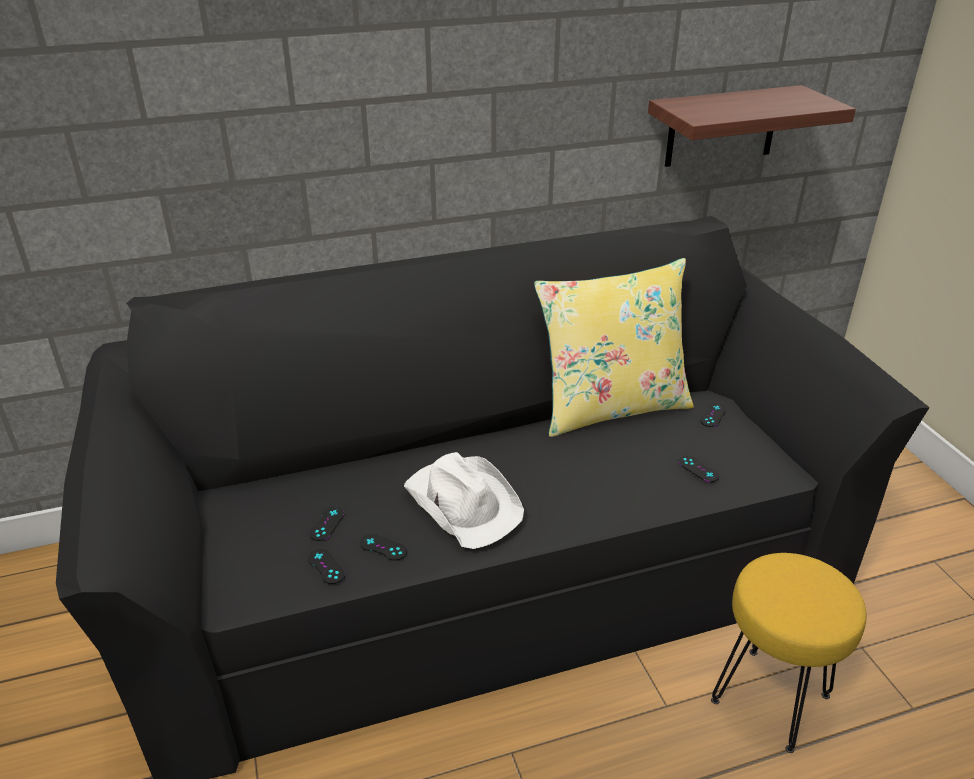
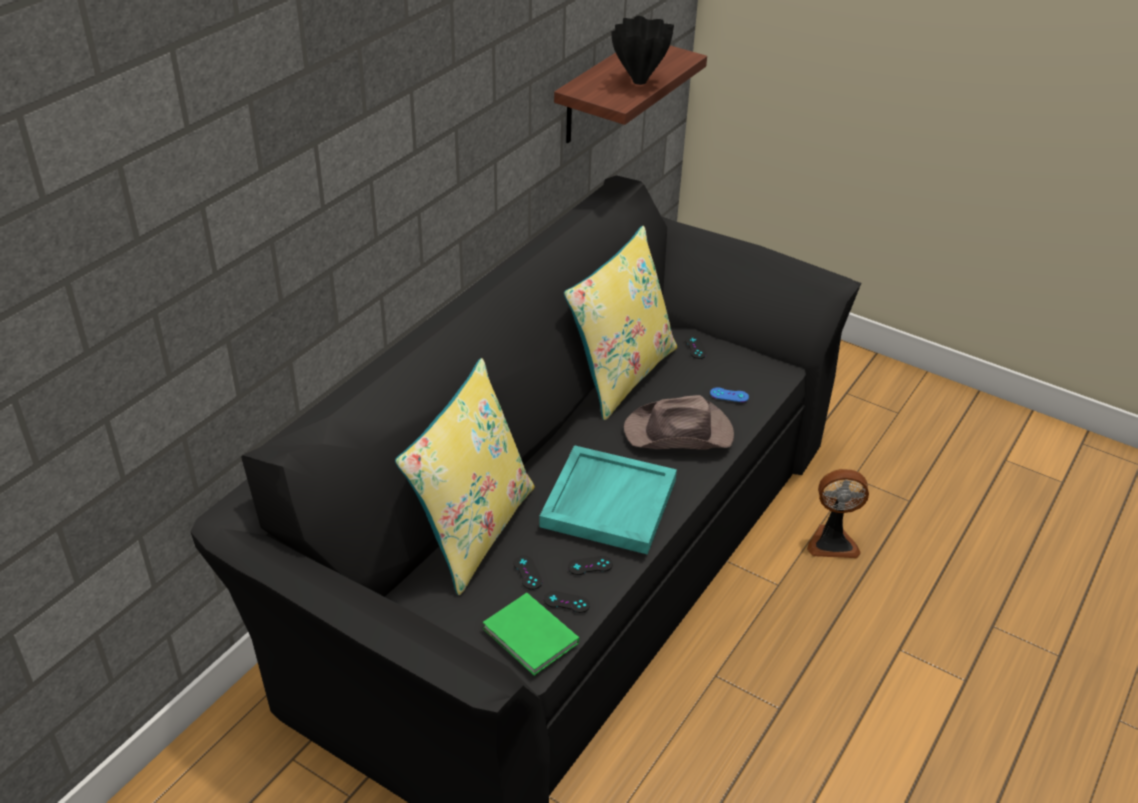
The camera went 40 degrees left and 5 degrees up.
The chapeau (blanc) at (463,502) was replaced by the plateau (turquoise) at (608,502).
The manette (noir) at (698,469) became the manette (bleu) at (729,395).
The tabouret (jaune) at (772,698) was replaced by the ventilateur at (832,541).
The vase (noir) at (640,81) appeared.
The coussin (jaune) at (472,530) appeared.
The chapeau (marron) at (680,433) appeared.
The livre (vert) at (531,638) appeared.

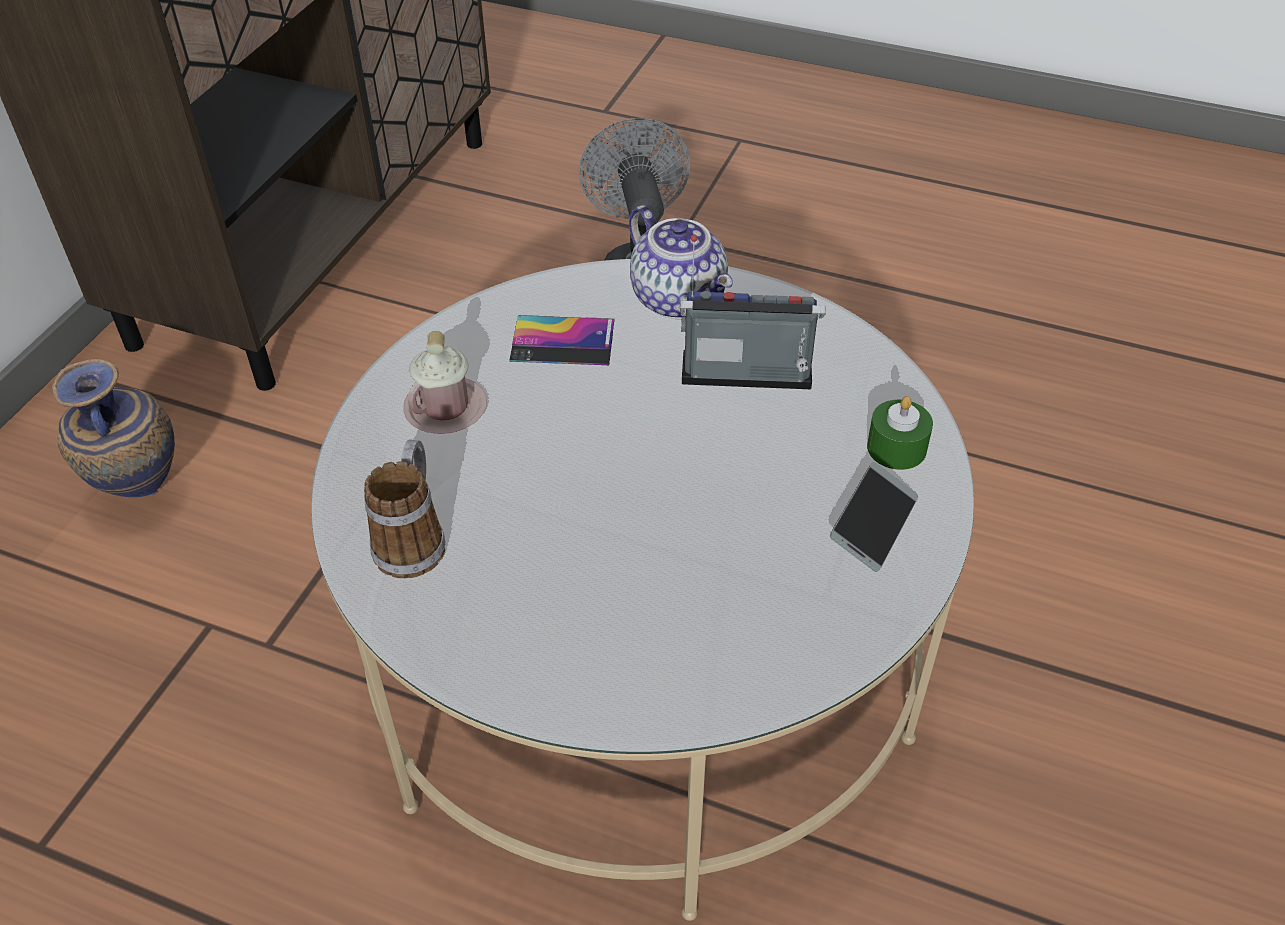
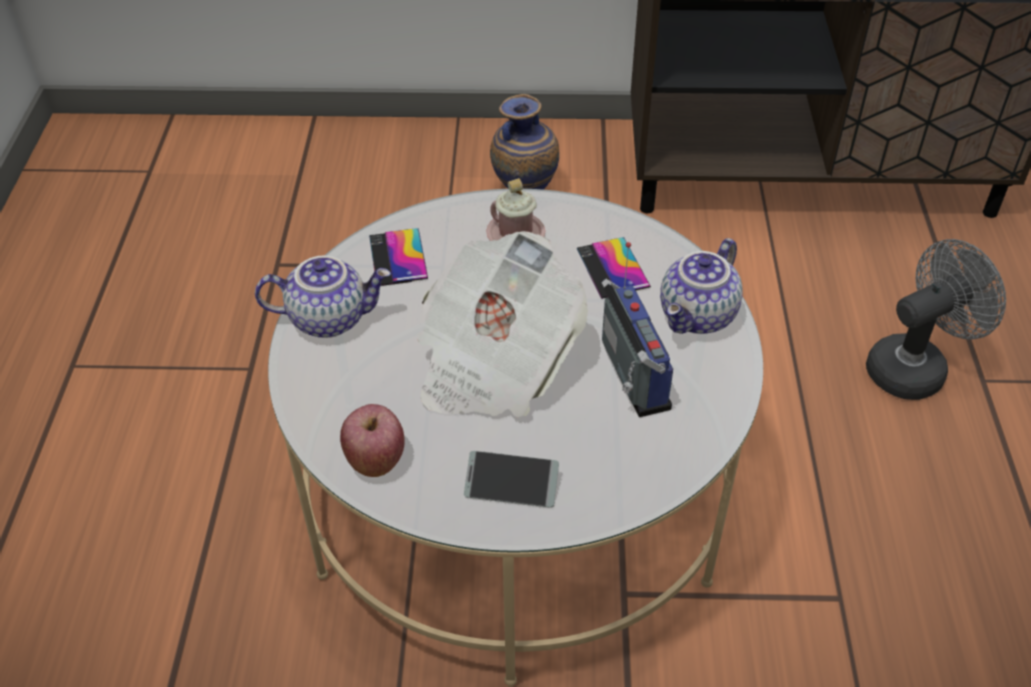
The camera went 70 degrees right and 0 degrees up.
The bougie (vert) at (896,448) disappeared.
The mug at (414,539) was replaced by the téléphone at (398,257).
The journal at (494,361) appeared.
The théière at (329,318) appeared.
The pomme at (375,459) appeared.

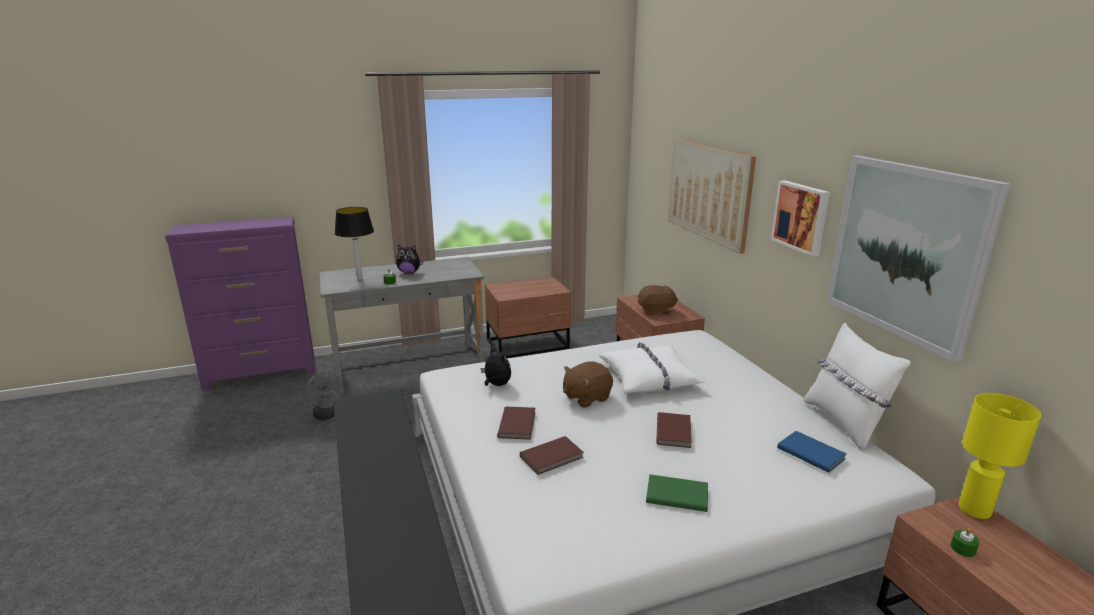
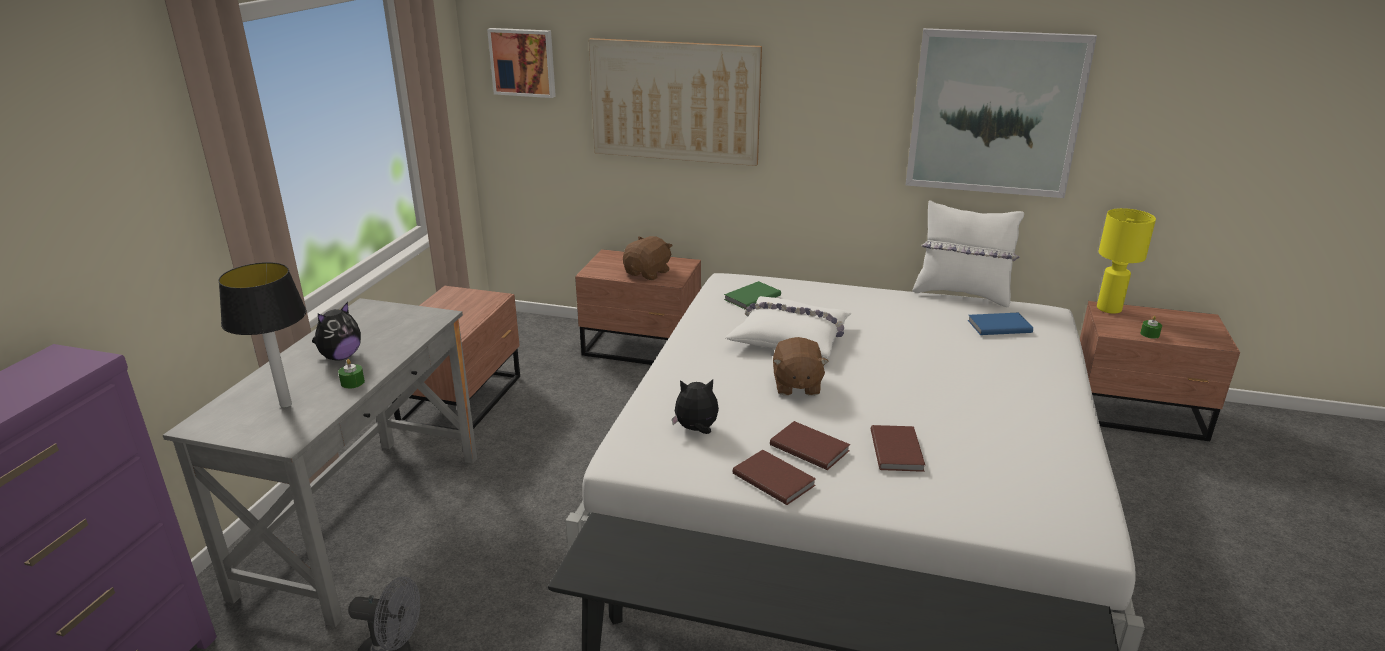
The camera went 55 degrees left and 5 degrees up.
The tableau moved from (801,217) to (523,62).
The livre (marron) moved from (674,431) to (774,478).
The livre (vert) moved from (676,494) to (751,297).

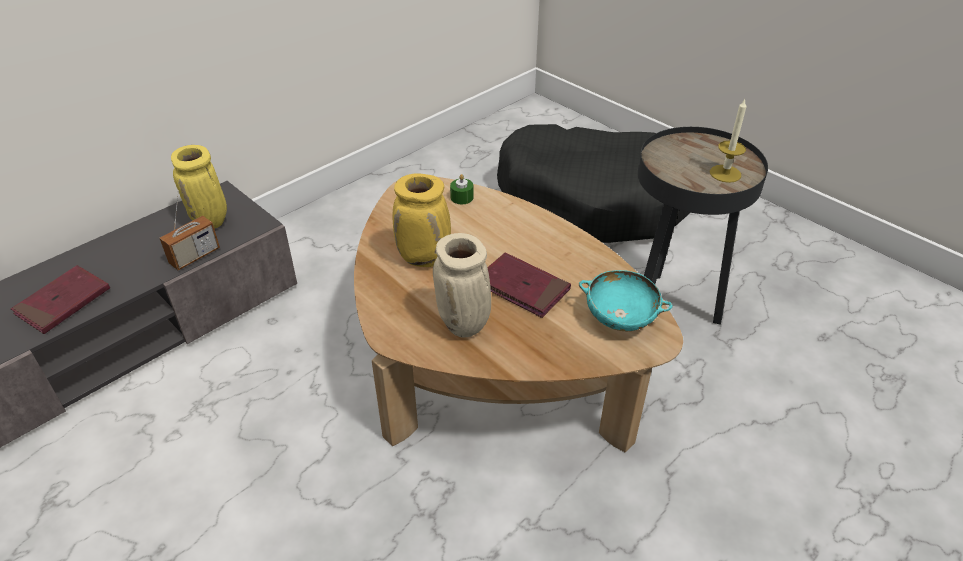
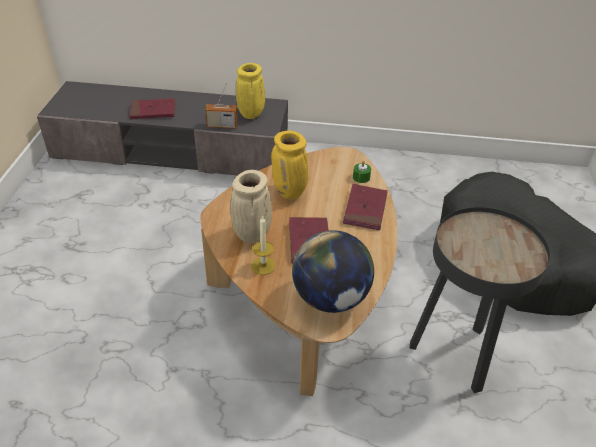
The camera went 50 degrees right and 0 degrees up.
The bougie moved from (725,173) to (263,265).
The bol (turquoise) at (620,317) was replaced by the globe at (330,298).
The livre (rouge) at (365,209) appeared.

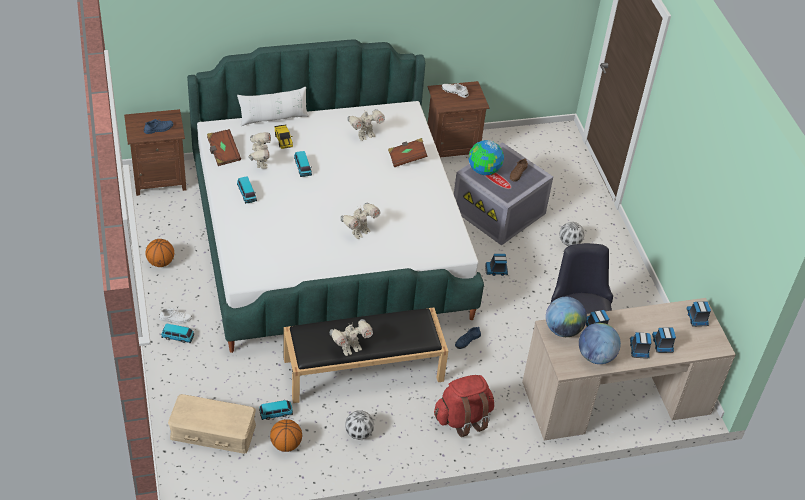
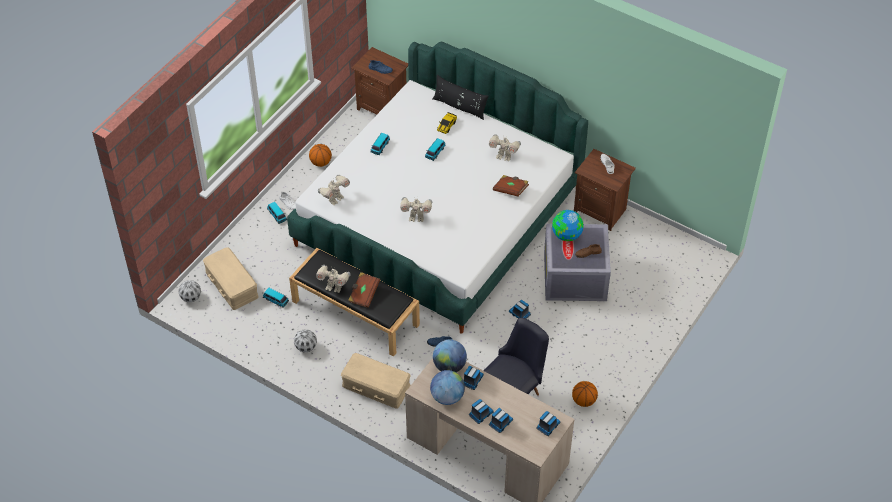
The camera went 50 degrees right and 5 degrees up.
The coussin (blanc) at (273,118) became the coussin (noir) at (459,107).
The livre (marron) moved from (223,153) to (364,294).
The robot jouet moved from (260,163) to (335,199).
The ballon de foot moved from (569,243) to (190,298).
The sac à dos (rouge) at (463,418) was replaced by the boîte de rangement (beige) at (375,386).
The ballon de basket moved from (286,445) to (584,401).

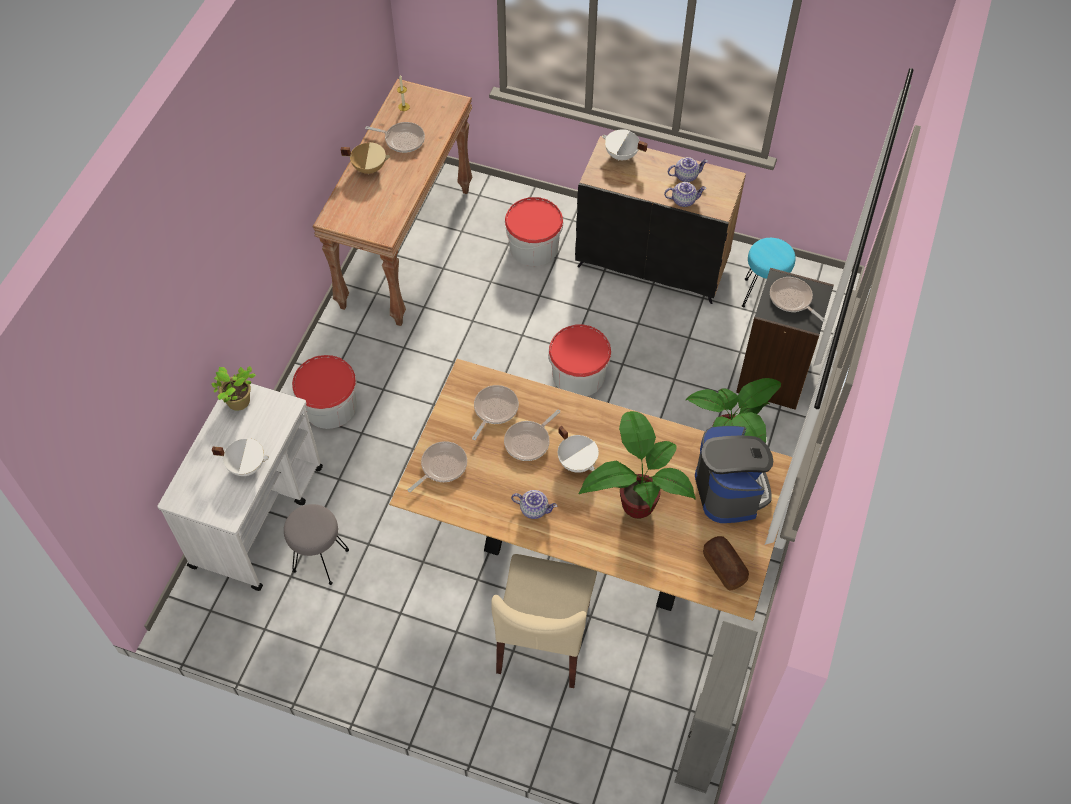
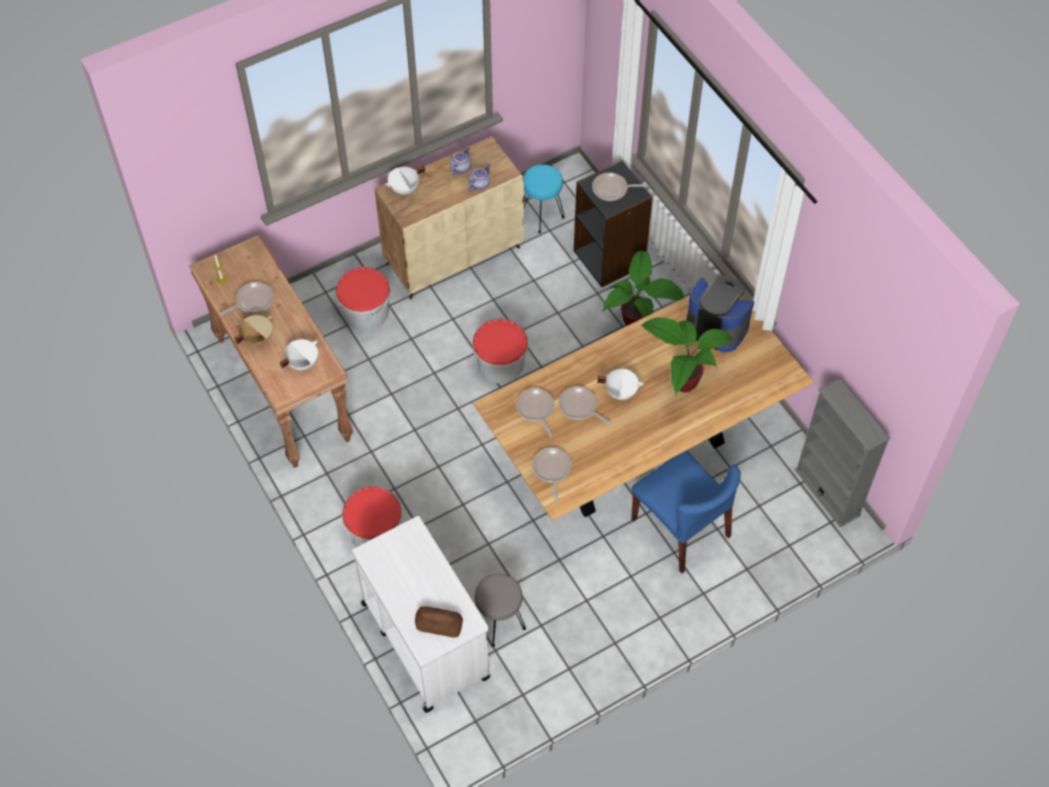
The camera went 50 degrees left and 0 degrees up.
The meuble de rangement (noir) at (653,264) became the meuble de rangement (beige) at (454,255).
The plante en pot at (239,403) disappeared.
The poêle at (529,441) turned 135 degrees clockwise.
The marmite (blanc) moved from (247,465) to (302,362).
The théière at (534,509) disappeared.
The pain moved from (724,567) to (439,626).
The chaise (beige) at (544,639) became the chaise (bleu) at (681,528).

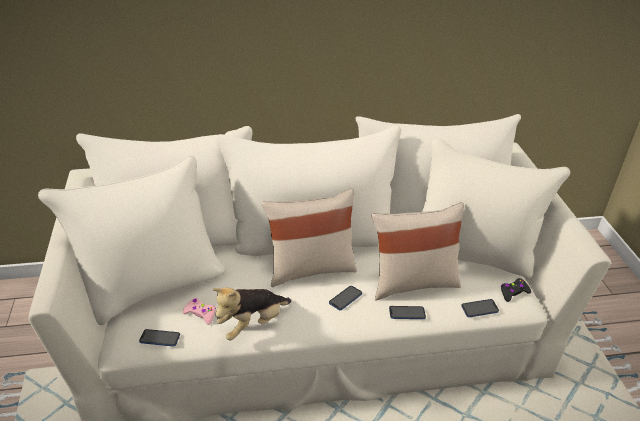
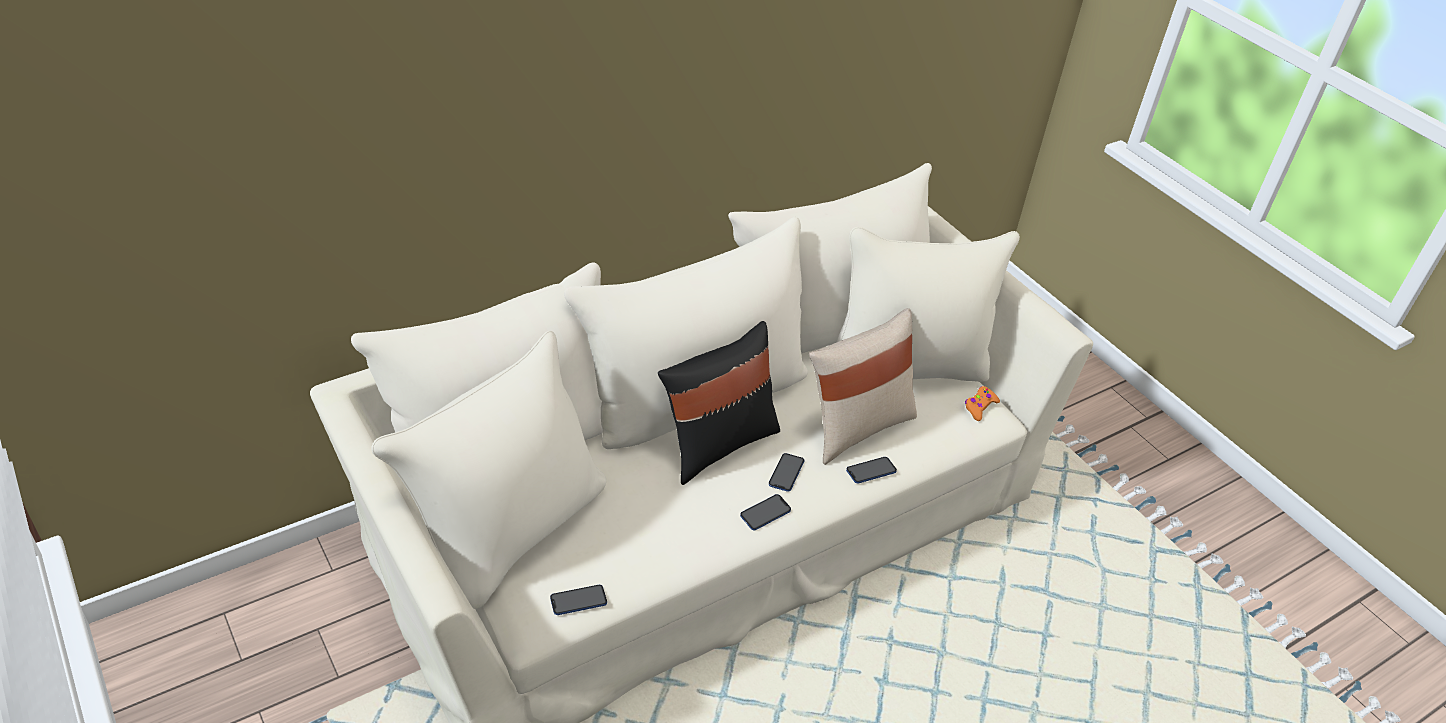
The camera went 25 degrees left and 5 degrees up.
The coussin (beige) at (310,268) became the coussin (noir) at (717,443).
The manette (noir) at (513,292) became the manette (orange) at (979,407).
The peluche at (252,324) disappeared.
The manette (rose) at (200,314) disappeared.
The téléphone moved from (479,309) to (765,513).

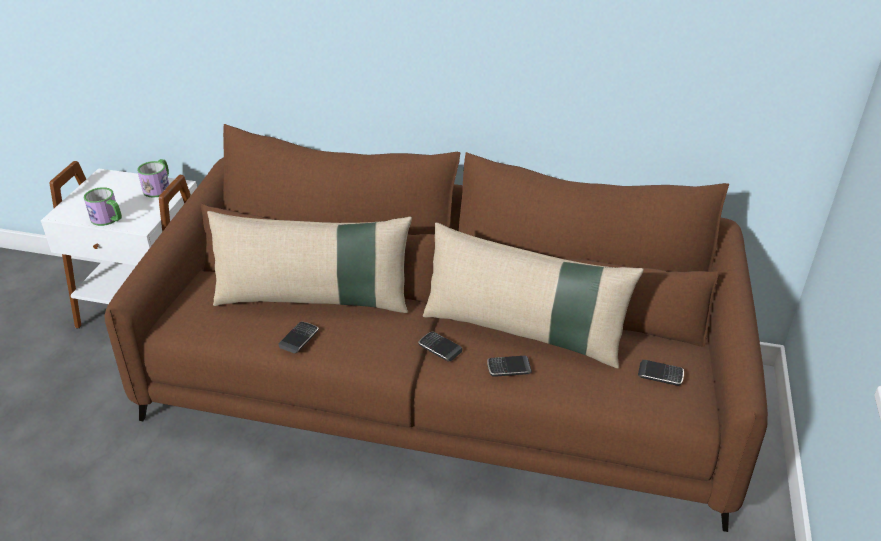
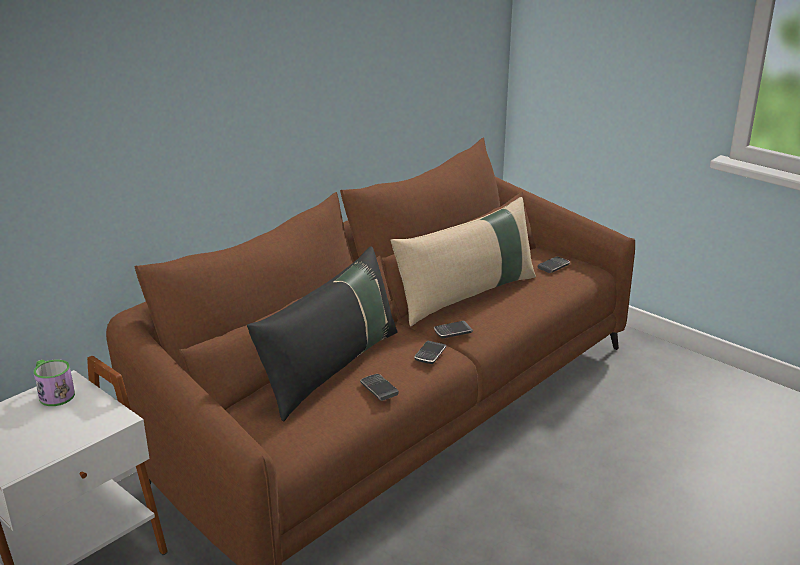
The camera went 60 degrees left and 10 degrees down.
The mug at (108,219) disappeared.
The coussin (beige) at (314,299) became the coussin (noir) at (331,368).
The téléphone moved from (509,368) to (430,354).

